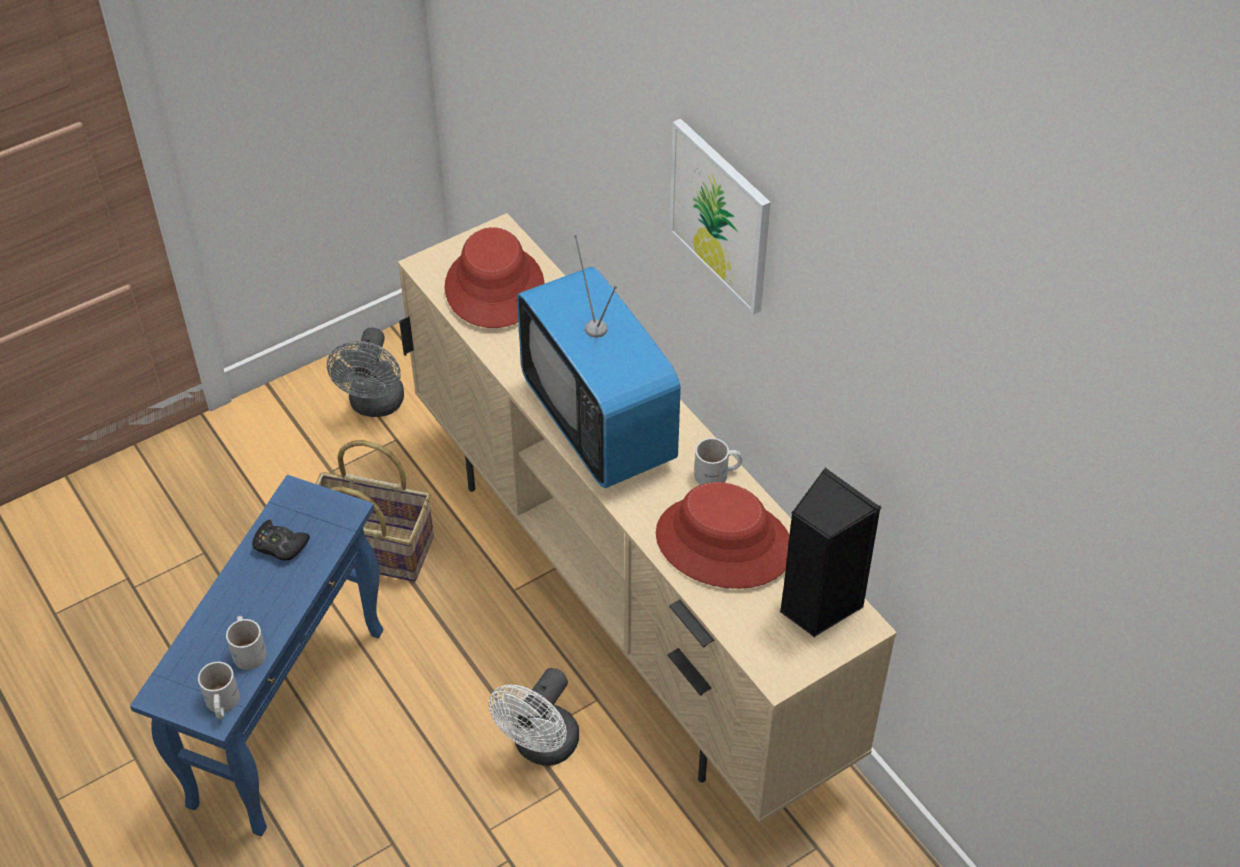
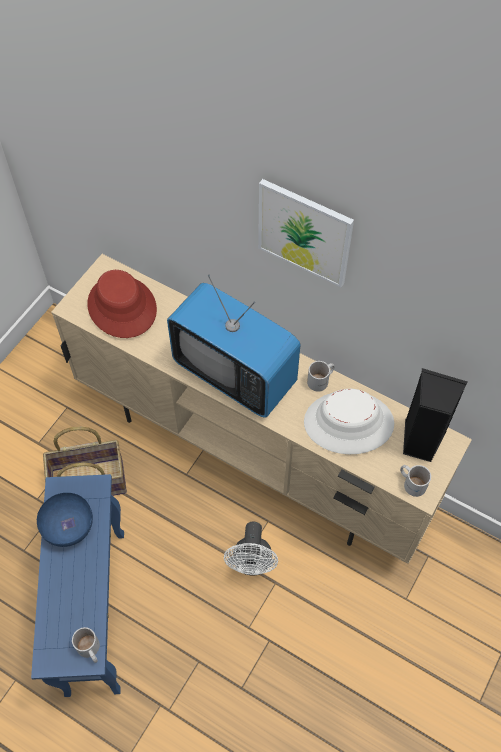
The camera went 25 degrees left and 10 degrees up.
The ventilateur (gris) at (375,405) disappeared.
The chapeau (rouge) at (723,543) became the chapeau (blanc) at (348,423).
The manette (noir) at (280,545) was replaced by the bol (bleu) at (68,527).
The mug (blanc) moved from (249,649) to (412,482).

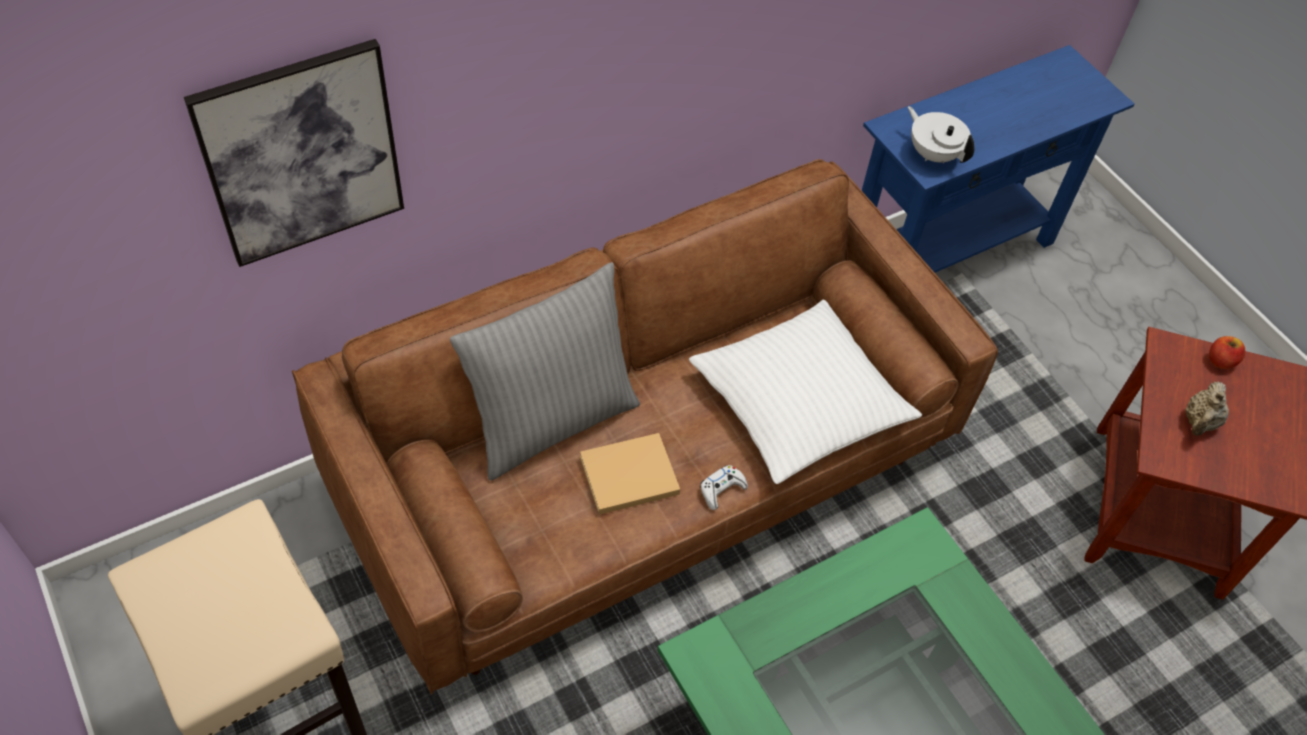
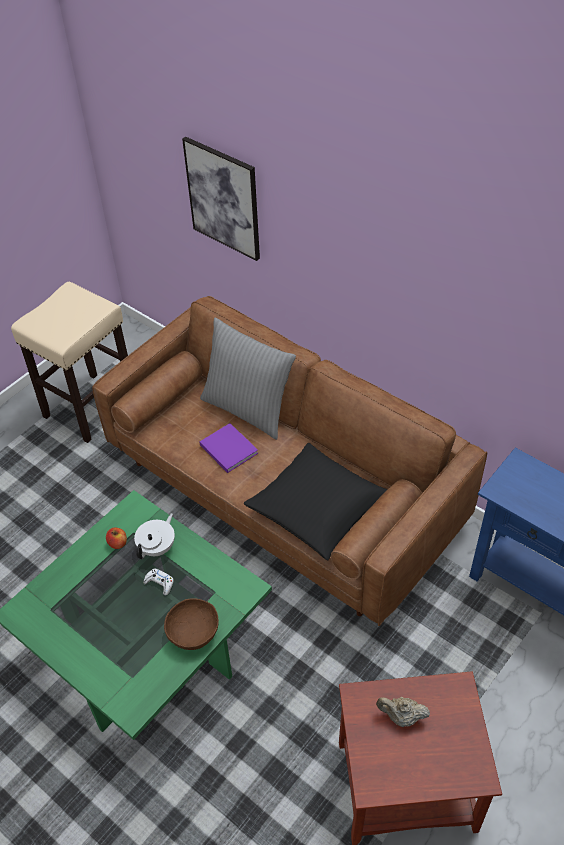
The camera went 75 degrees right and 5 degrees down.
The théière (blanc) moved from (933,154) to (158,547).
The coussin (blanc) at (799,402) became the coussin (noir) at (317,508).
The pomme moved from (1220,361) to (118,543).
The livre (beige) at (626,476) became the livre (violet) at (227,448).
The manette (blanc) moved from (721,489) to (160,583).
The bol (marron) at (193,632) appeared.

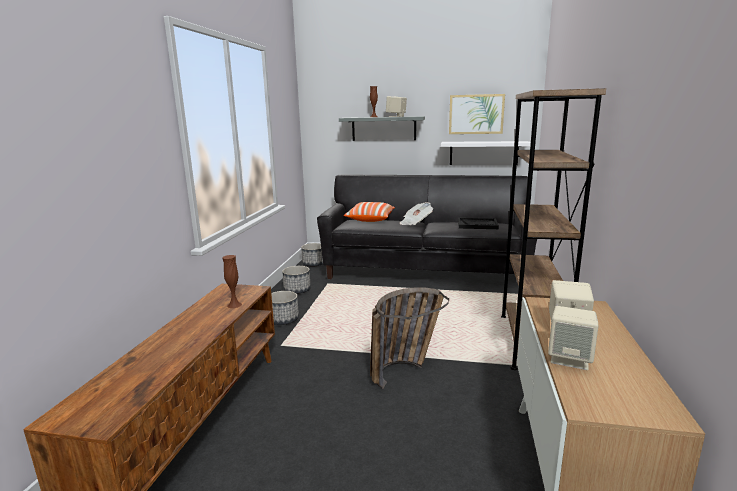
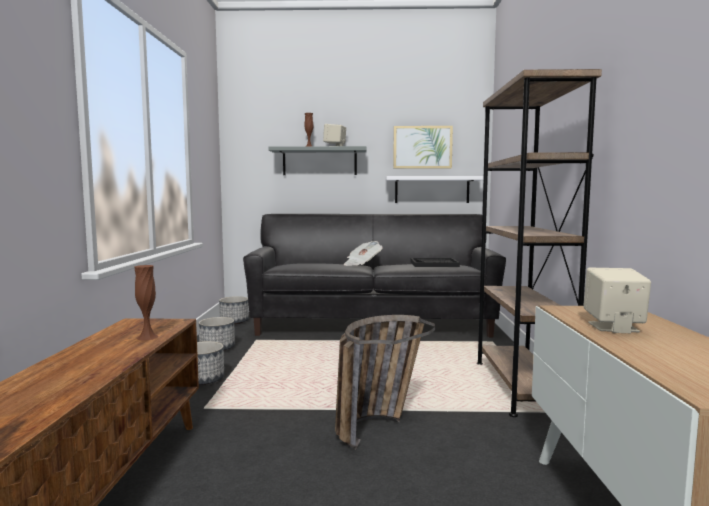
The camera went 10 degrees left and 10 degrees down.
The coussin at (370,219) disappeared.
The enceinte (beige) at (570,359) disappeared.

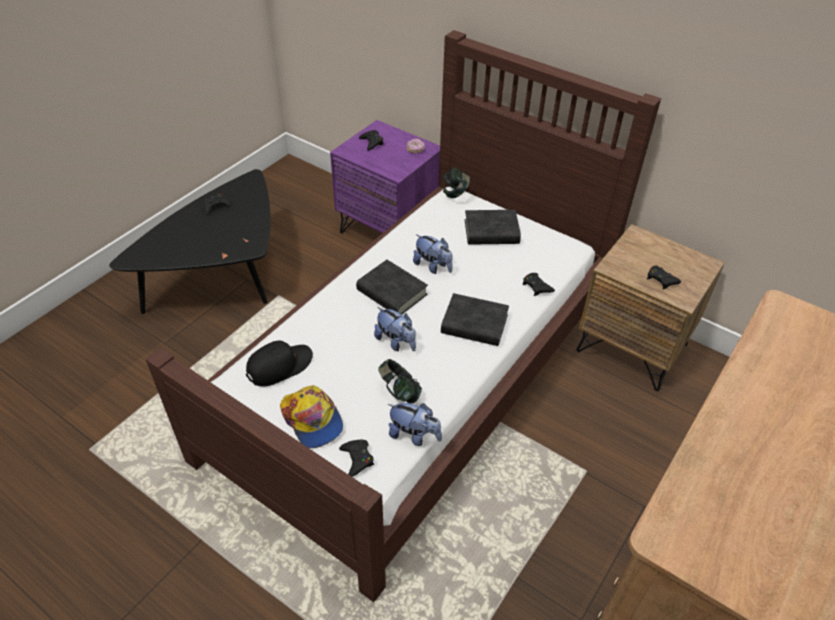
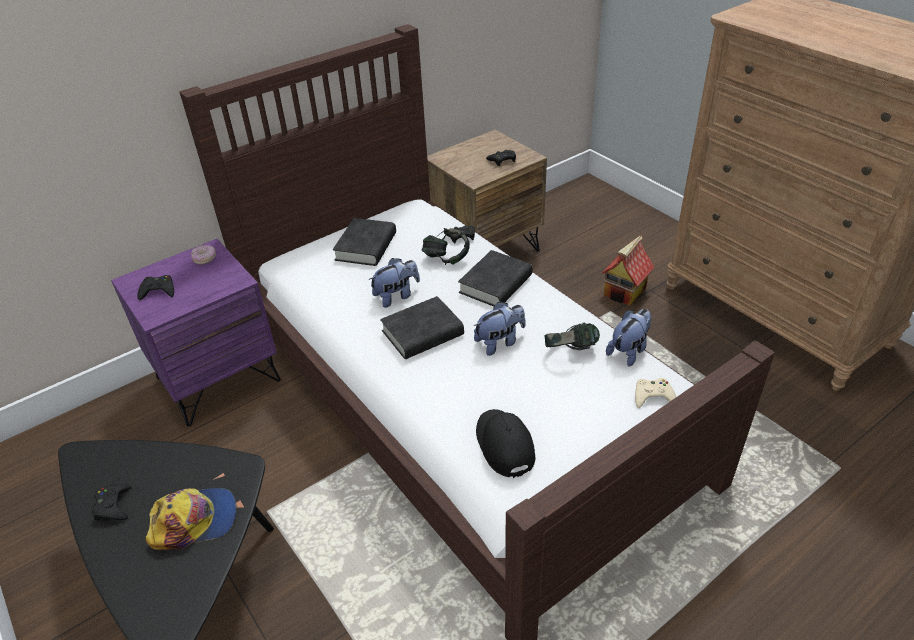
The camera went 70 degrees left and 5 degrees down.
The casque audio moved from (455,193) to (446,258).
The casquette moved from (312,420) to (194,521).
The manette (noir) at (357,459) became the manette (beige) at (653,396).
The maison miniature at (625,292) appeared.

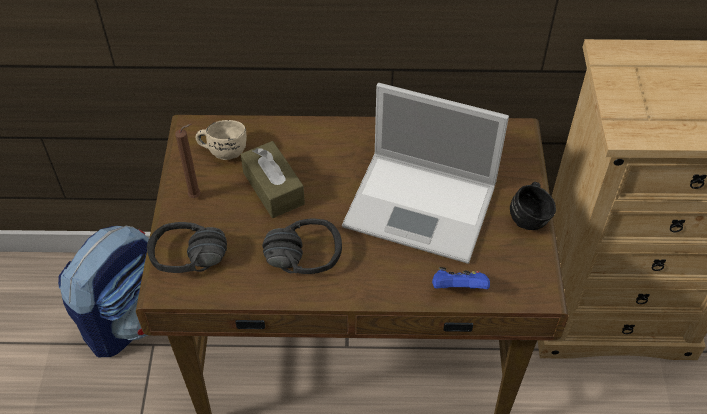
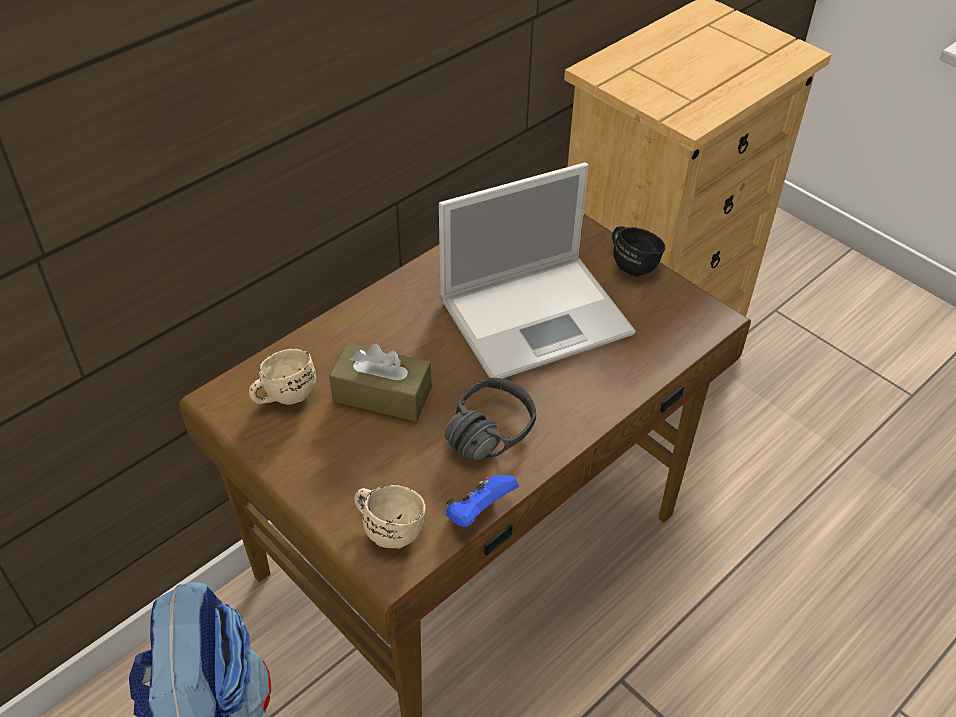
The camera went 45 degrees left and 5 degrees down.
The bougie (marron) at (197,196) disappeared.
The casque audio (noir) at (188,266) was replaced by the mug (beige) at (389,527).
The manette (bleu) moved from (458,289) to (479,512).

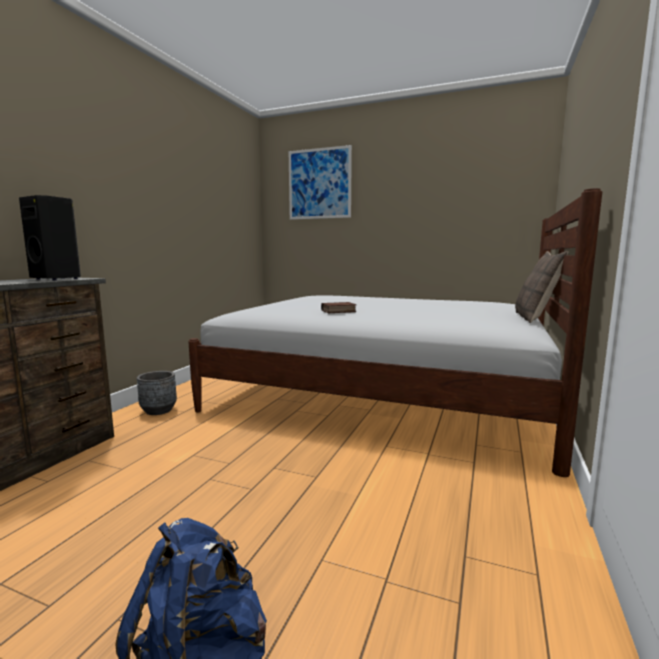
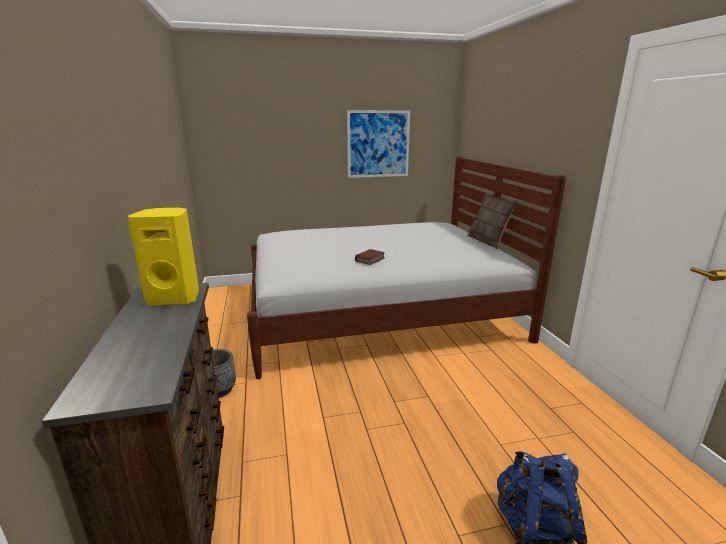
The camera went 35 degrees left and 10 degrees up.
The tableau moved from (319,184) to (378,144).
The enceinte (noir) at (57,279) became the enceinte (jaune) at (175,298).

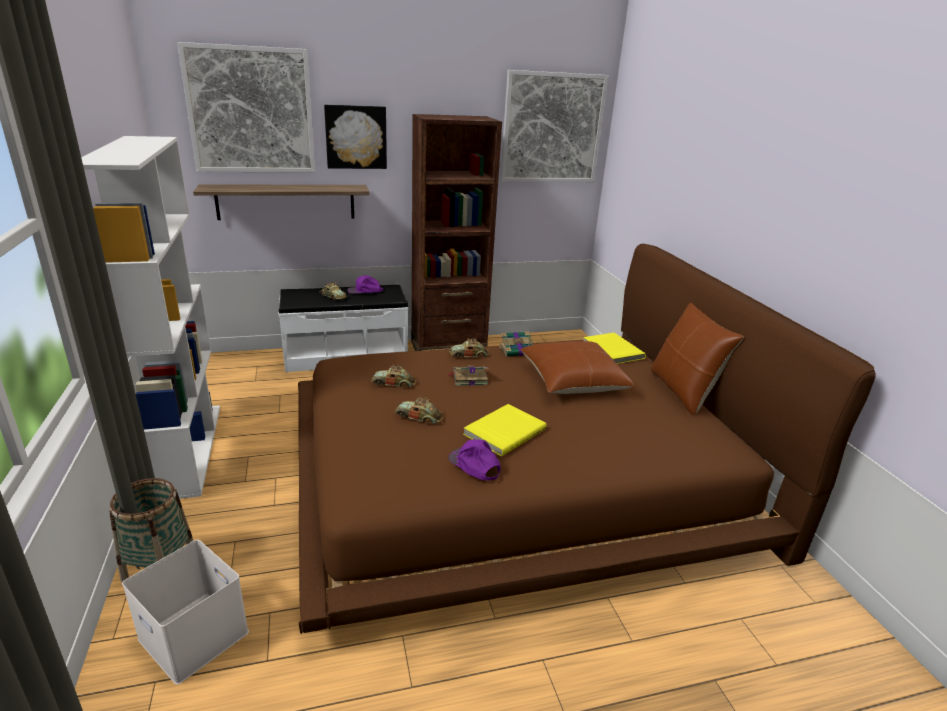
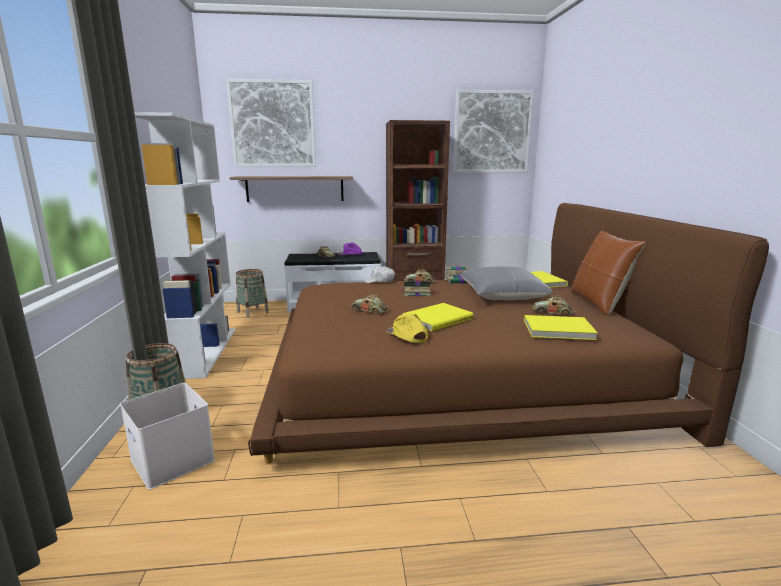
The camera went 10 degrees right and 10 degrees down.
The tableau at (356,137) disappeared.
The coussin (marron) at (573,380) became the coussin (gris) at (502,295).
The petite voiture moved from (393,383) to (552,312).
The casquette (violet) at (474,465) became the casquette (jaune) at (407,335).
The casquette (blanc) at (379,281) appeared.
The panier at (252,312) appeared.
The livre (jaune) at (558,330) appeared.

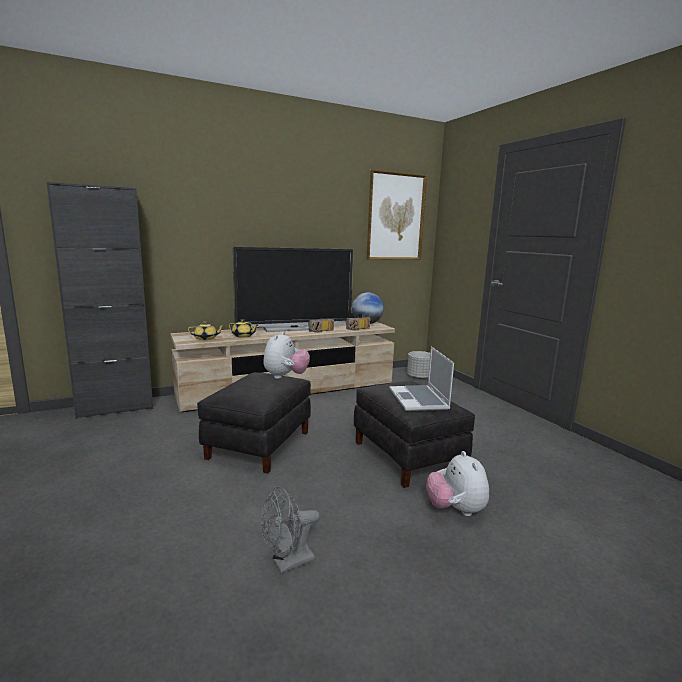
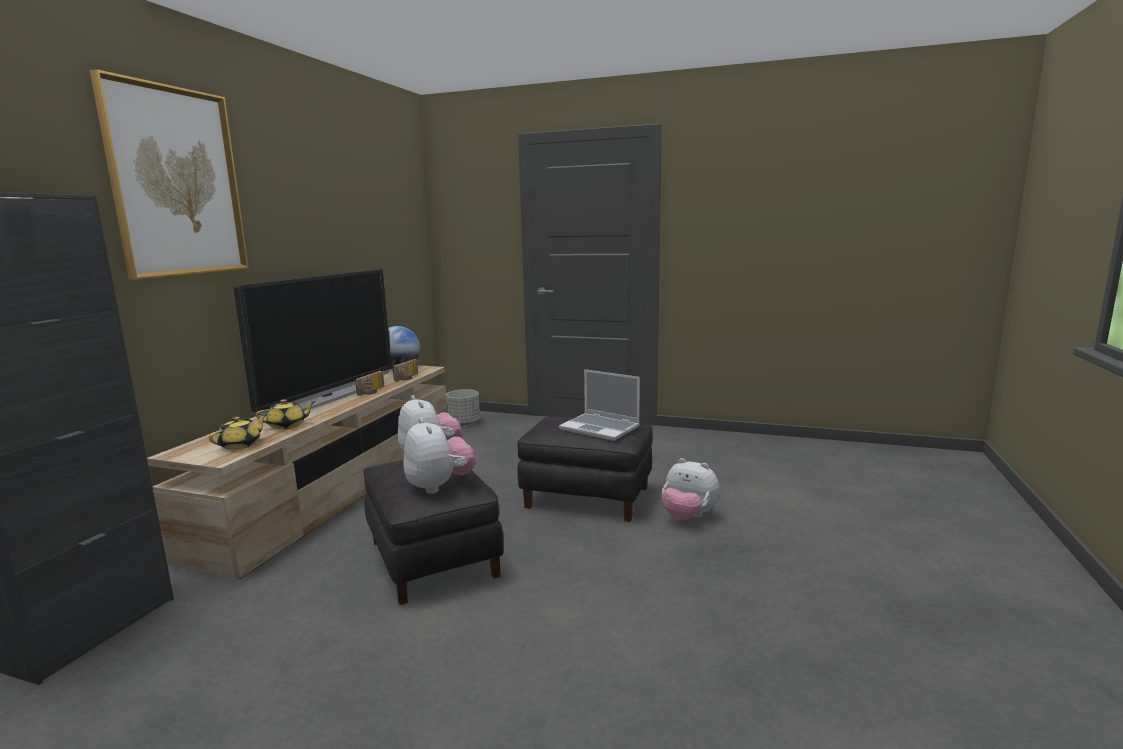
The camera went 45 degrees left and 0 degrees up.
The tableau moved from (395,217) to (176,182).
The ventilateur (gris) at (287,563) disappeared.
The peluche at (439,486) appeared.

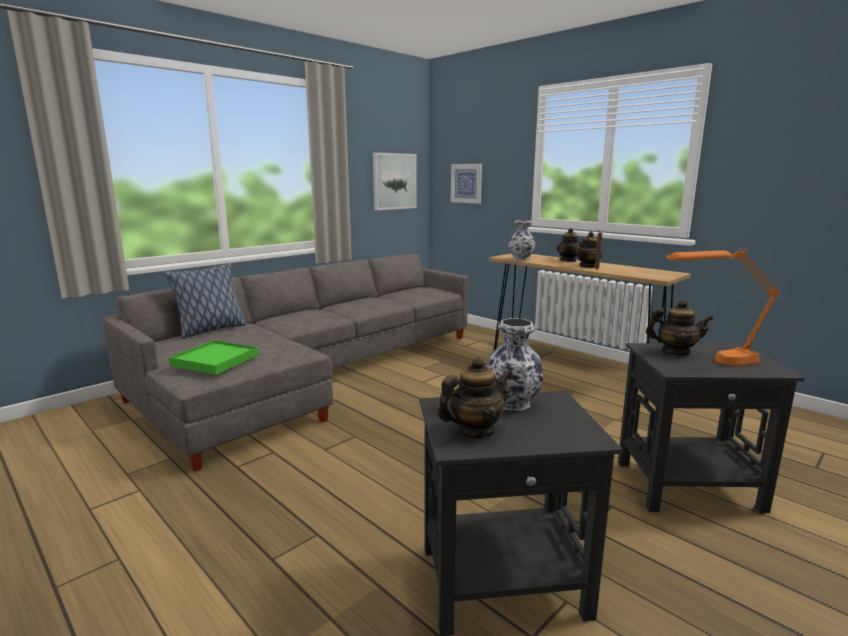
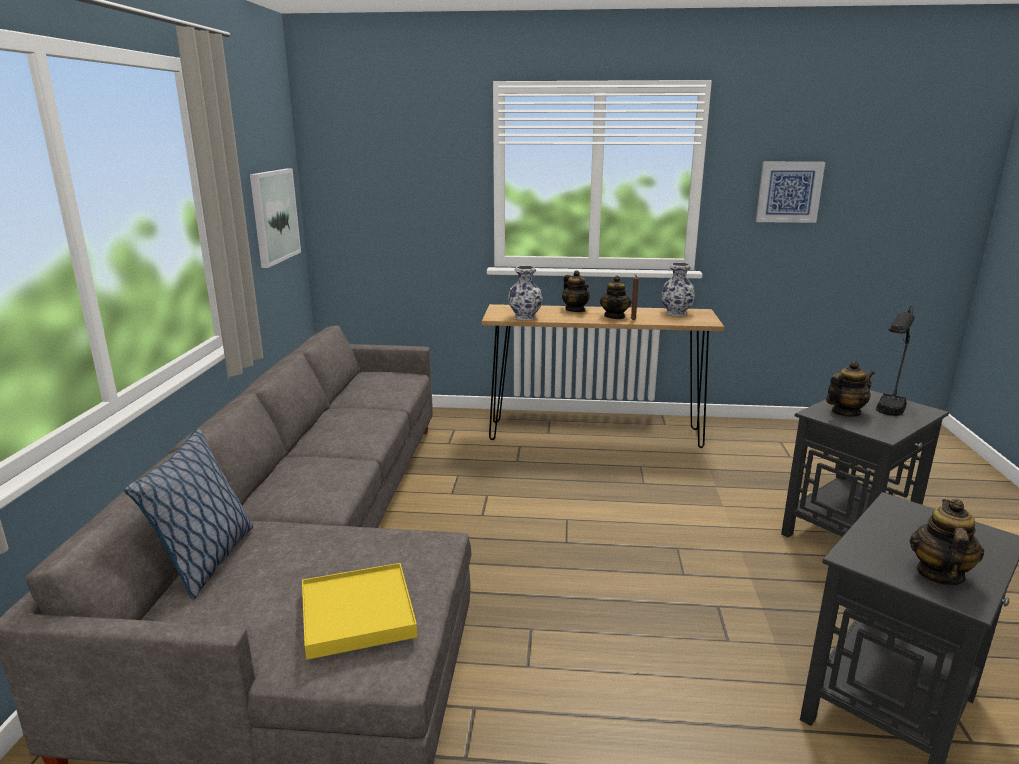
The camera went 40 degrees left and 5 degrees up.
The tableau moved from (466,183) to (789,192).
The lampe de table (orange) at (712,363) became the lampe de table (noir) at (886,416).
The vase moved from (512,403) to (676,313).
The plateau (vert) at (215,360) became the plateau (jaune) at (357,614).

